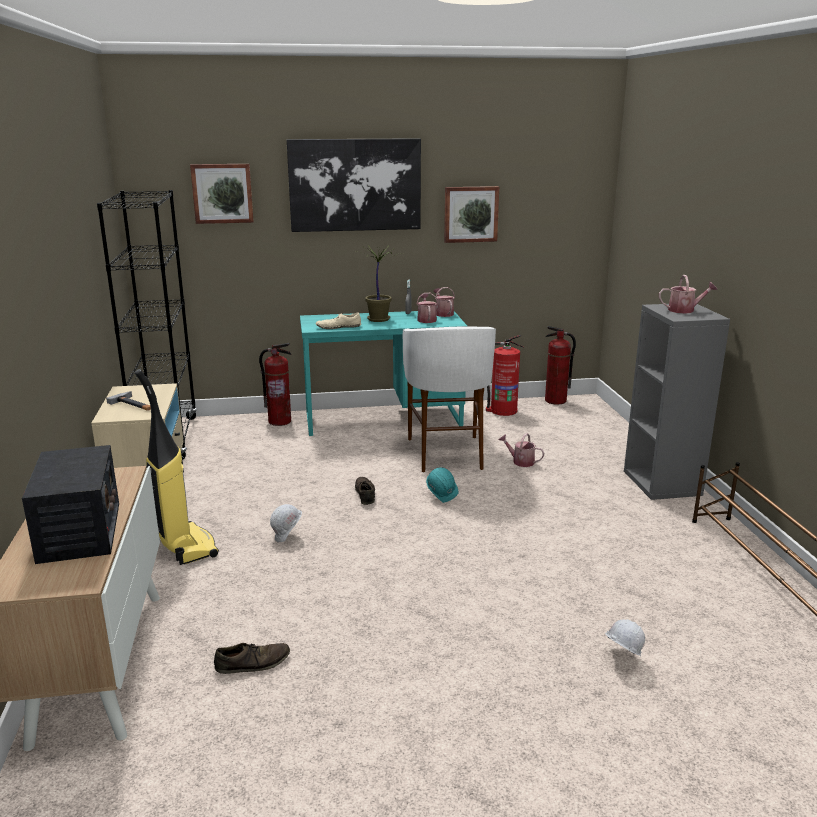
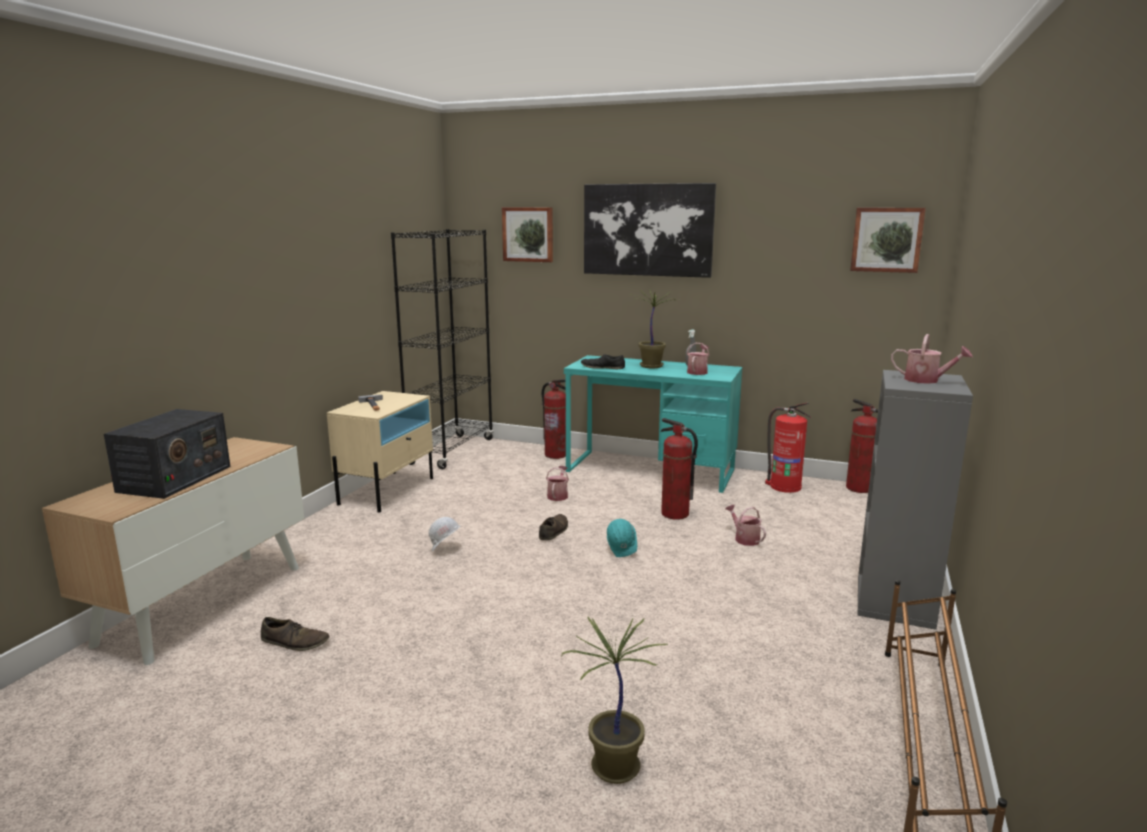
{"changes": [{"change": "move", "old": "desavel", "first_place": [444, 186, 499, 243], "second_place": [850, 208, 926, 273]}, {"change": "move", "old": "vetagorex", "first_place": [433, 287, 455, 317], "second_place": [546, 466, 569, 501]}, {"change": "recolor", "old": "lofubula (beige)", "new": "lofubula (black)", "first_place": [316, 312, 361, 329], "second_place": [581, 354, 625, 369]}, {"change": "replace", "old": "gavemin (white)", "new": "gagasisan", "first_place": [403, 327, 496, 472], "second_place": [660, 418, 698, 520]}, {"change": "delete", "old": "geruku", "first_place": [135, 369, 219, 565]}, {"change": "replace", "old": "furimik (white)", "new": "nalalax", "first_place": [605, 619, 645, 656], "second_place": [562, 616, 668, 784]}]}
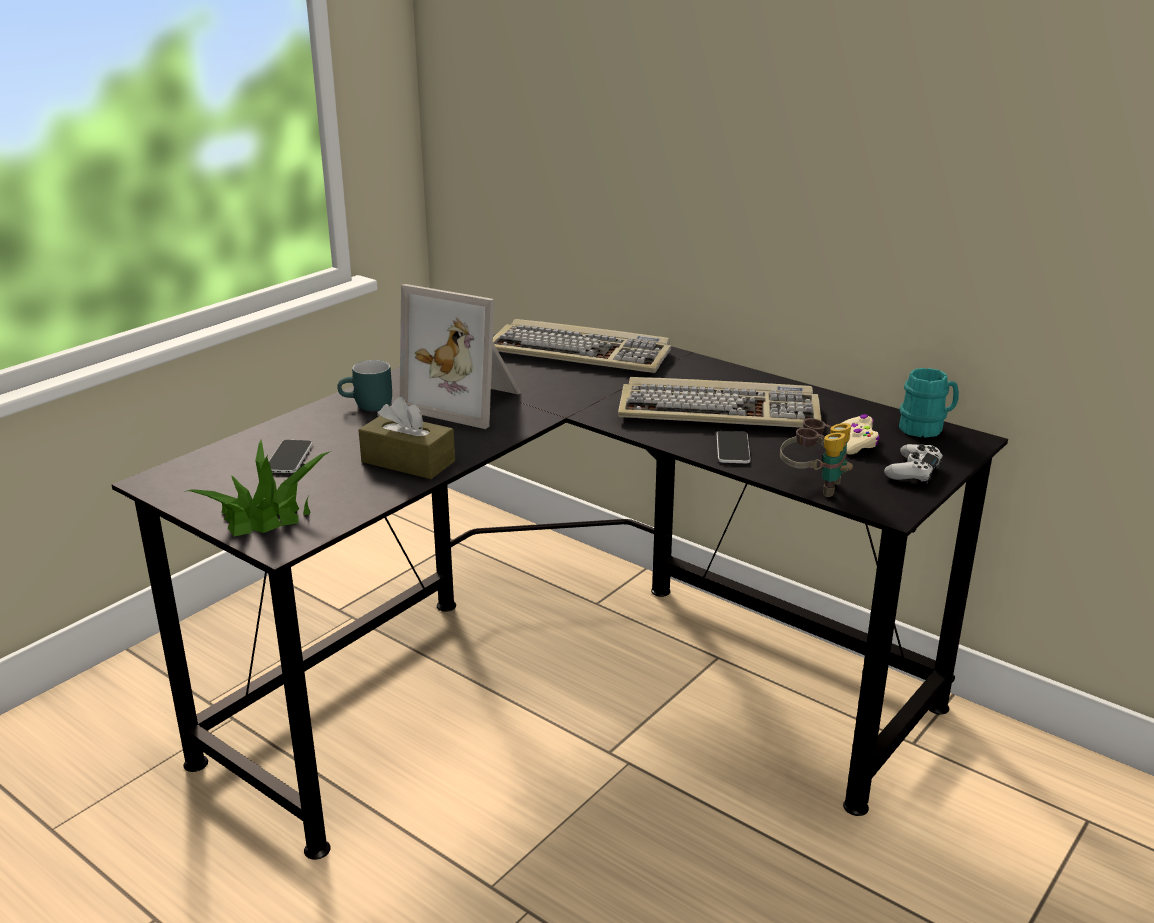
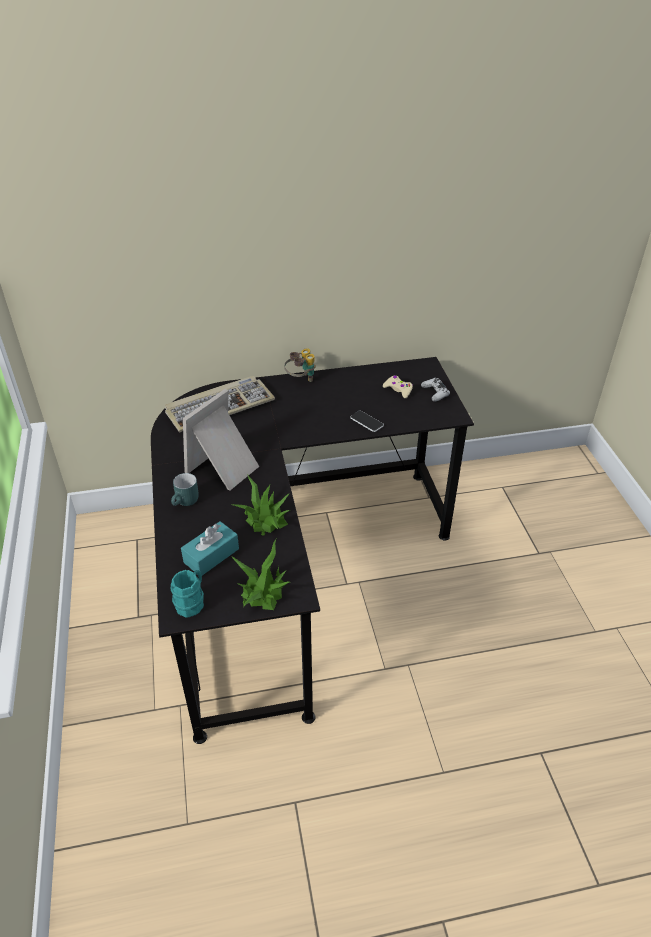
{"changes": [{"change": "rotate", "old": "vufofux", "first_place": [400, 284, 521, 429], "second_place": [183, 389, 259, 491], "degrees": 150}, {"change": "move", "old": "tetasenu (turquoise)", "first_place": [899, 368, 959, 438], "second_place": [171, 570, 204, 618]}, {"change": "delete", "old": "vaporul", "first_place": [618, 377, 821, 428]}, {"change": "replace", "old": "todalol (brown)", "new": "nalalax", "first_place": [358, 397, 455, 479], "second_place": [232, 474, 290, 536]}, {"change": "move", "old": "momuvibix", "first_place": [780, 418, 853, 497], "second_place": [284, 348, 316, 382]}, {"change": "replace", "old": "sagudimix", "new": "todalol (turquoise)", "first_place": [269, 440, 313, 473], "second_place": [181, 521, 239, 575]}]}
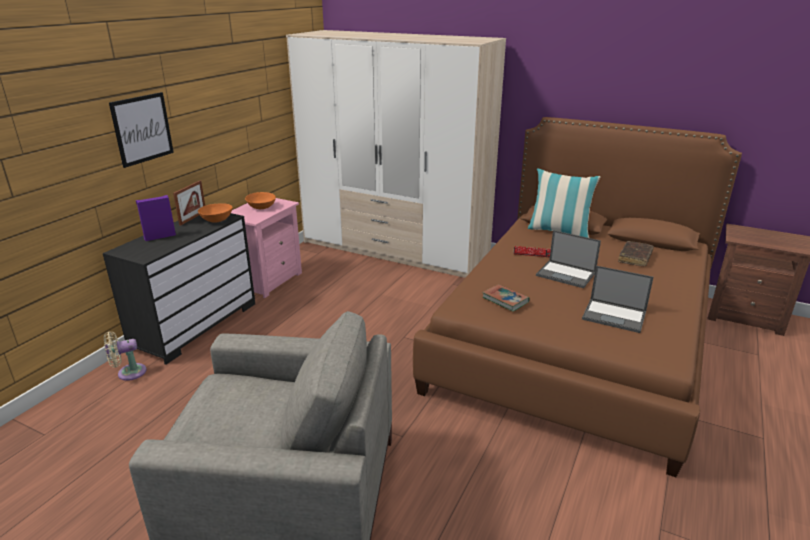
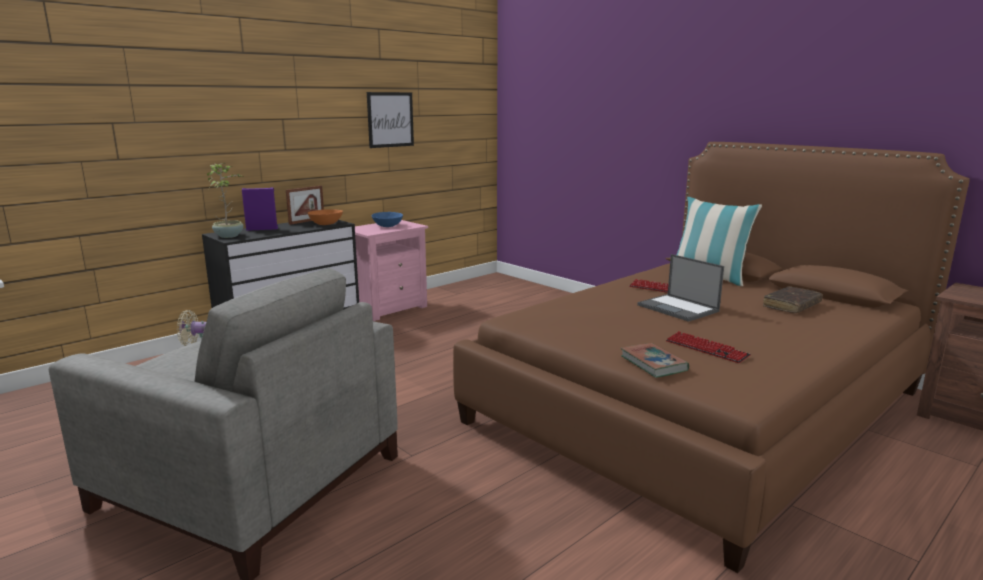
{"changes": [{"change": "delete", "old": "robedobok", "first_place": [286, 30, 506, 278]}, {"change": "move", "old": "desavel", "first_place": [109, 92, 174, 168], "second_place": [367, 92, 414, 148]}, {"change": "recolor", "old": "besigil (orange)", "new": "besigil (blue)", "first_place": [245, 192, 276, 209], "second_place": [371, 212, 403, 227]}, {"change": "replace", "old": "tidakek", "new": "vaporul", "first_place": [582, 266, 654, 333], "second_place": [666, 331, 751, 363]}, {"change": "move", "old": "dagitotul", "first_place": [483, 284, 530, 312], "second_place": [621, 343, 689, 378]}, {"change": "insert", "new": "nalalax", "second_place": [207, 163, 243, 238]}]}
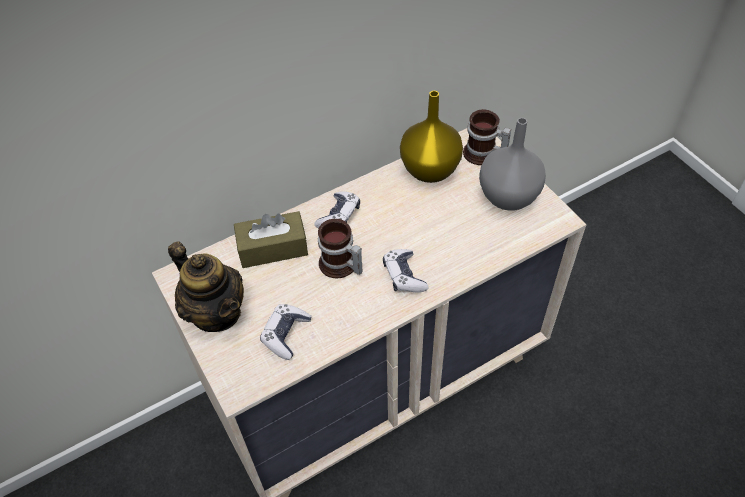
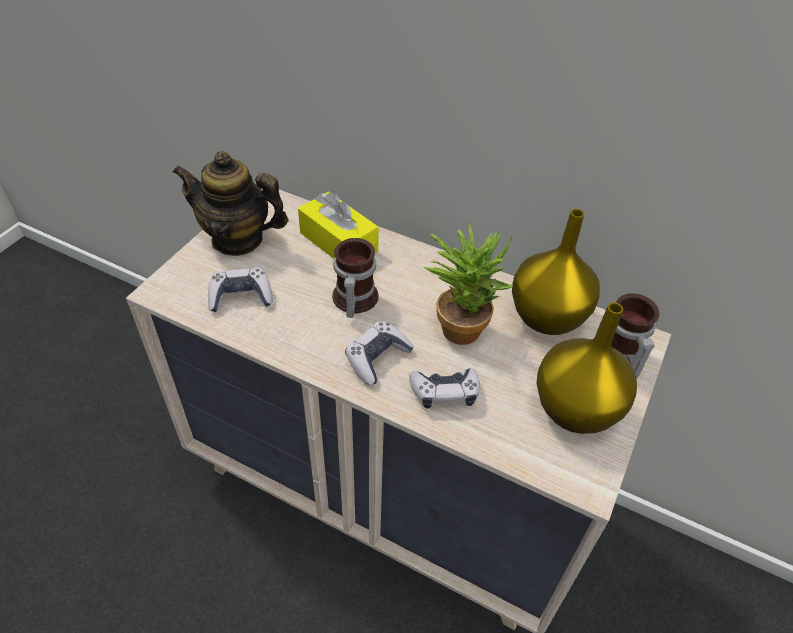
{"changes": [{"change": "recolor", "old": "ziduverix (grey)", "new": "ziduverix (yellow)", "first_place": [479, 118, 546, 211], "second_place": [536, 302, 637, 434]}, {"change": "move", "old": "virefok", "first_place": [314, 192, 360, 228], "second_place": [409, 368, 480, 409]}, {"change": "recolor", "old": "todalol (brown)", "new": "todalol (yellow)", "first_place": [234, 211, 308, 268], "second_place": [298, 191, 379, 259]}, {"change": "rotate", "old": "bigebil", "first_place": [168, 241, 244, 332], "second_place": [173, 151, 289, 256], "degrees": 90}, {"change": "insert", "new": "nalalax", "second_place": [423, 221, 513, 345]}]}
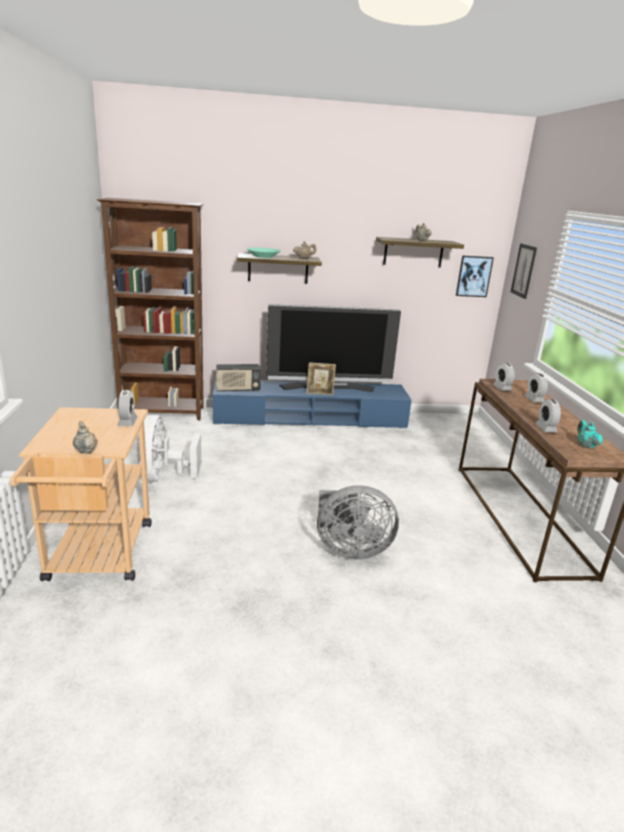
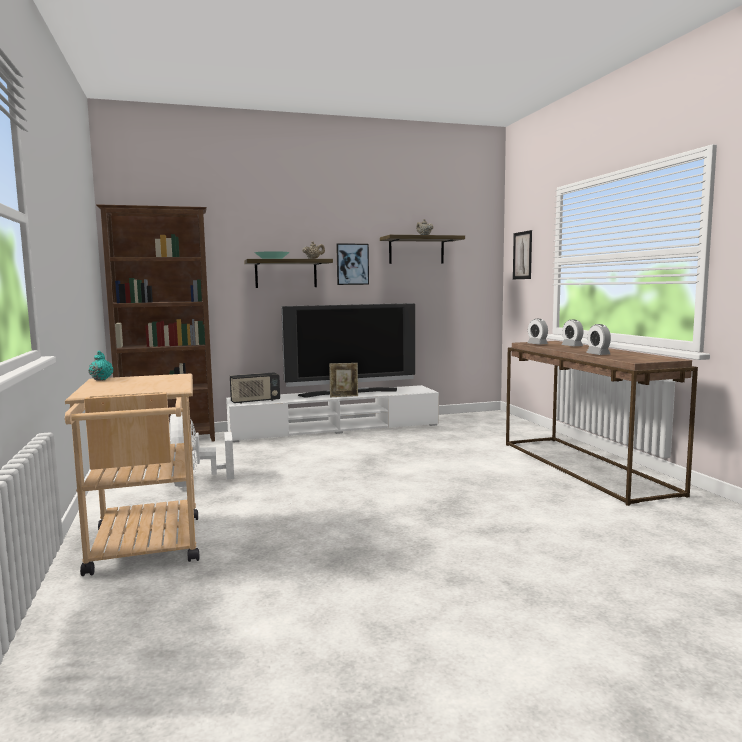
{"changes": [{"change": "move", "old": "desavel", "first_place": [456, 256, 494, 297], "second_place": [336, 244, 369, 285]}, {"change": "recolor", "old": "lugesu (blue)", "new": "lugesu (white)", "first_place": [213, 380, 412, 429], "second_place": [226, 385, 439, 443]}, {"change": "delete", "old": "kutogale", "first_place": [117, 390, 137, 426]}, {"change": "move", "old": "bigebil (turquoise)", "first_place": [577, 420, 603, 448], "second_place": [89, 351, 113, 381]}, {"change": "delete", "old": "bigebil (beige)", "first_place": [73, 421, 98, 454]}, {"change": "delete", "old": "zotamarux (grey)", "first_place": [317, 485, 399, 560]}]}
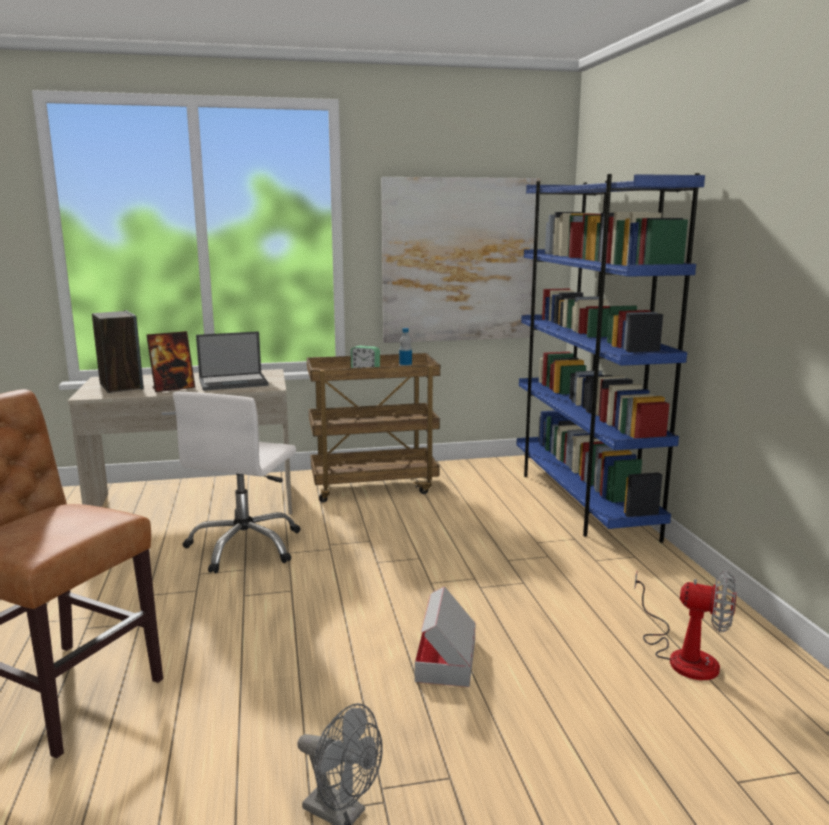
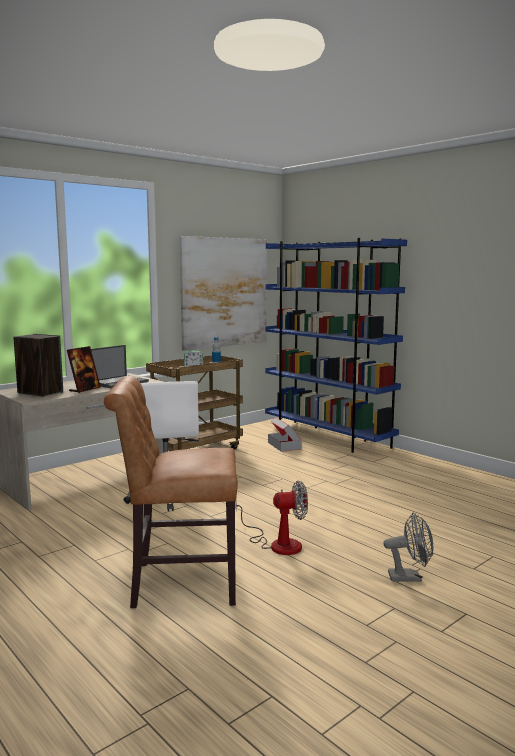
{"changes": [{"change": "move", "old": "zotamarux", "first_place": [634, 570, 736, 680], "second_place": [236, 480, 308, 555]}, {"change": "move", "old": "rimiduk", "first_place": [415, 586, 476, 687], "second_place": [268, 417, 302, 452]}]}
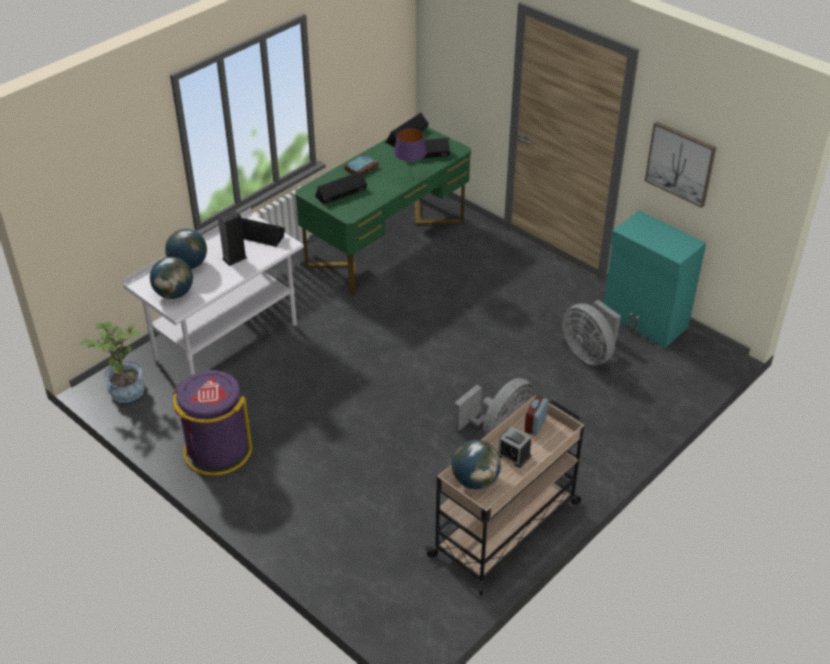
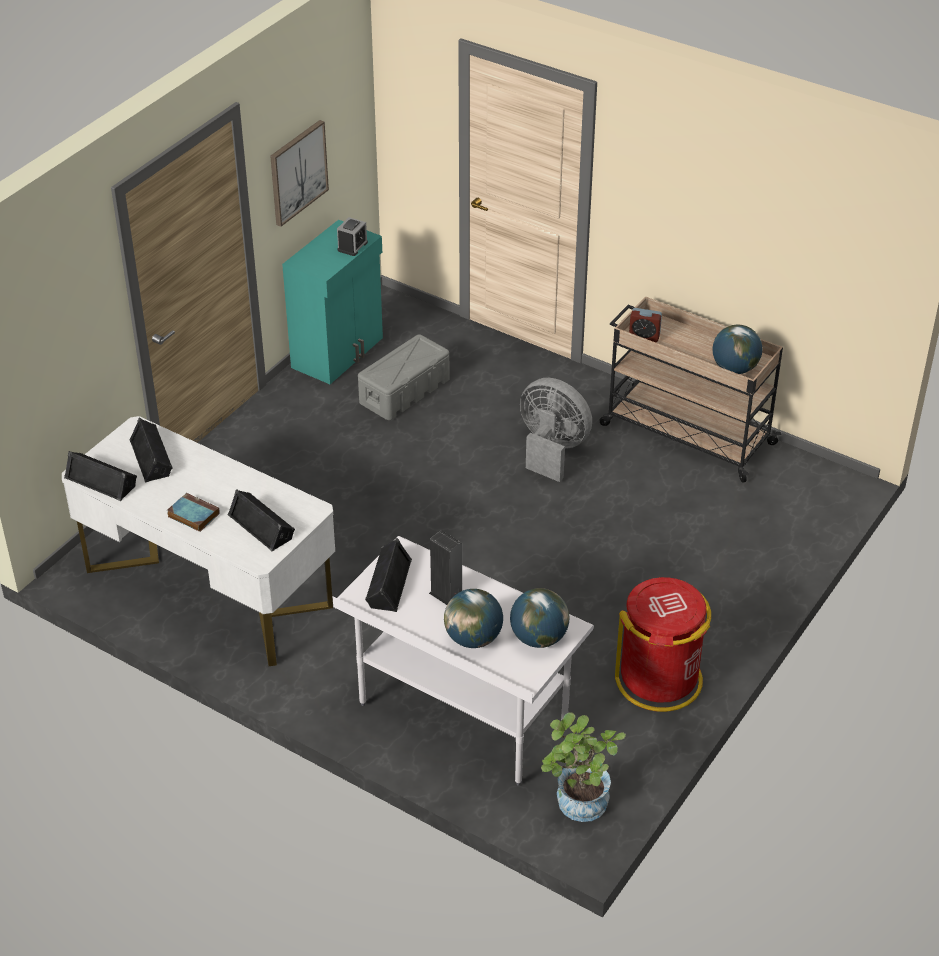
{"changes": [{"change": "recolor", "old": "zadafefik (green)", "new": "zadafefik (white)", "first_place": [295, 127, 471, 295], "second_place": [62, 416, 335, 666]}, {"change": "delete", "old": "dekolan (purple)", "first_place": [394, 128, 427, 177]}, {"change": "replace", "old": "zotamarux (grey)", "new": "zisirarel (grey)", "first_place": [562, 300, 621, 365], "second_place": [358, 335, 450, 420]}, {"change": "recolor", "old": "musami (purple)", "new": "musami (red)", "first_place": [173, 370, 252, 476], "second_place": [615, 577, 711, 712]}, {"change": "move", "old": "kutogale", "first_place": [498, 426, 531, 468], "second_place": [337, 217, 368, 256]}]}
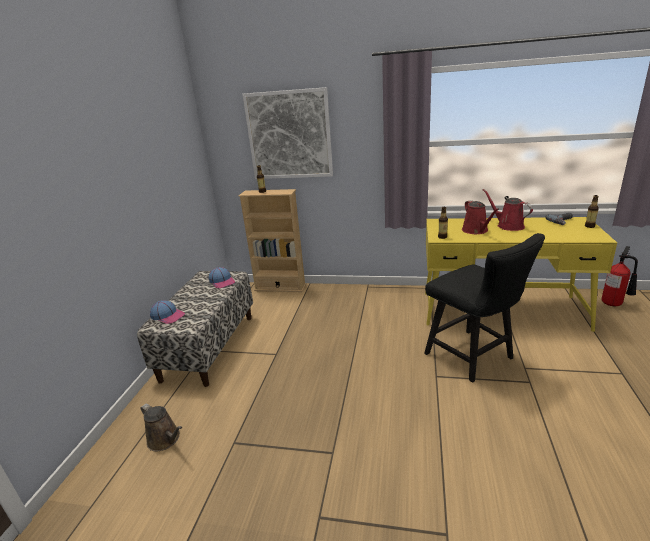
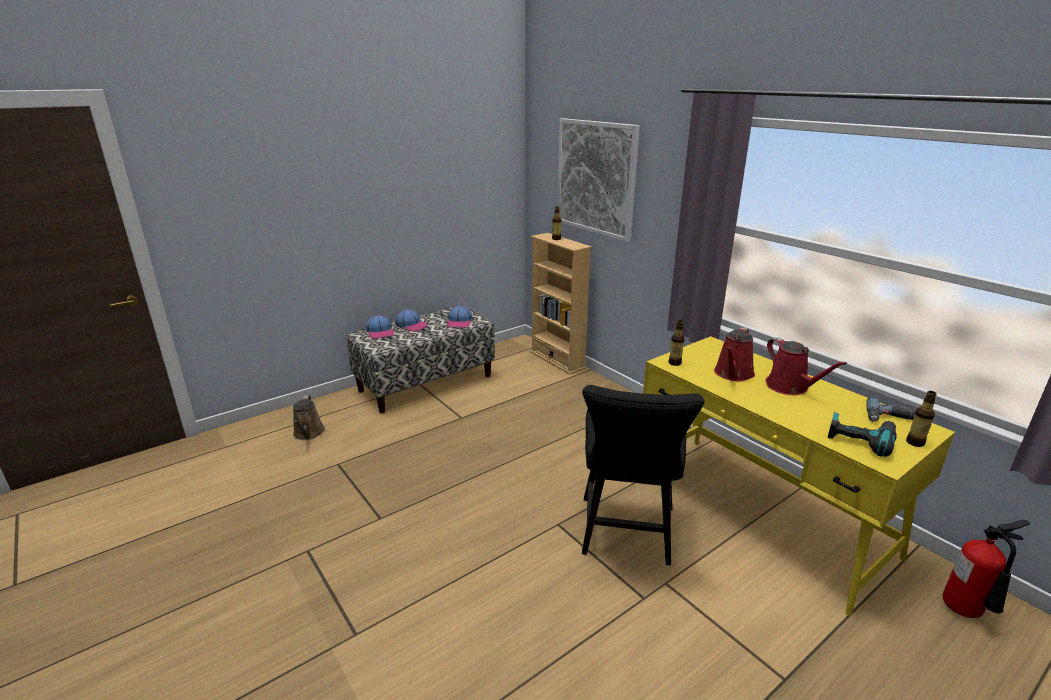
{"changes": [{"change": "rotate", "old": "vetagorex (red)", "first_place": [483, 189, 533, 231], "second_place": [765, 337, 847, 395], "degrees": 150}, {"change": "insert", "new": "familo", "second_place": [395, 309, 428, 331]}, {"change": "insert", "new": "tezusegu", "second_place": [827, 412, 897, 457]}]}
